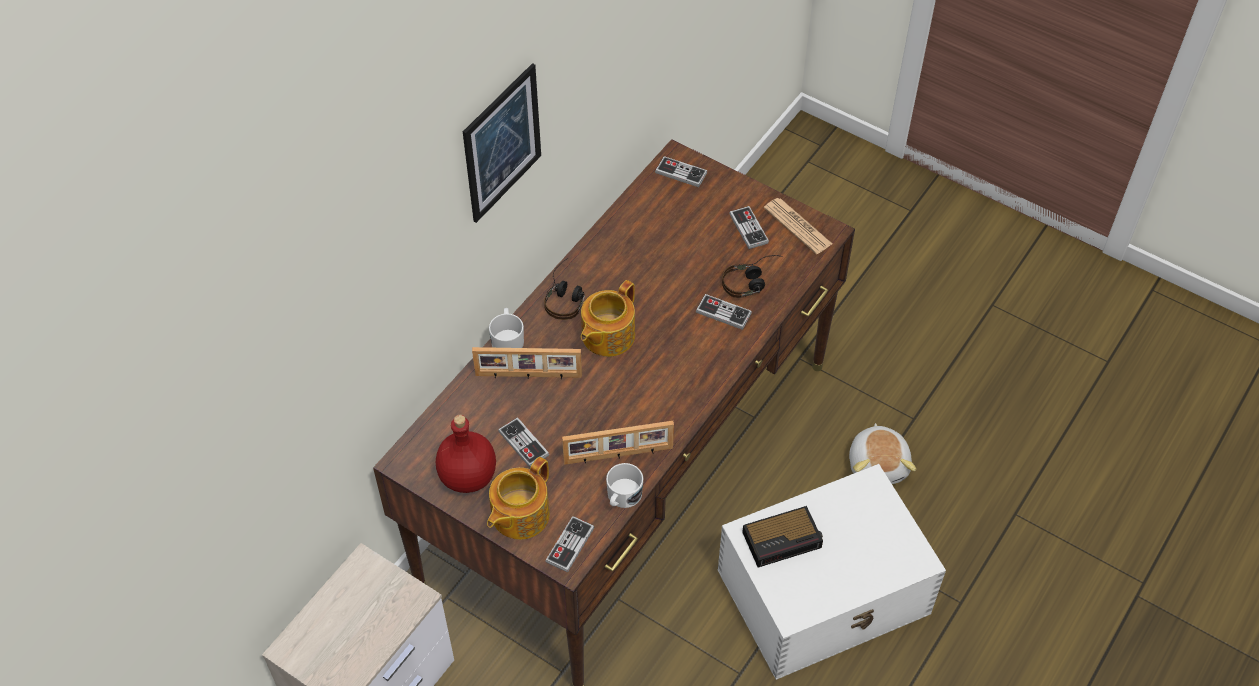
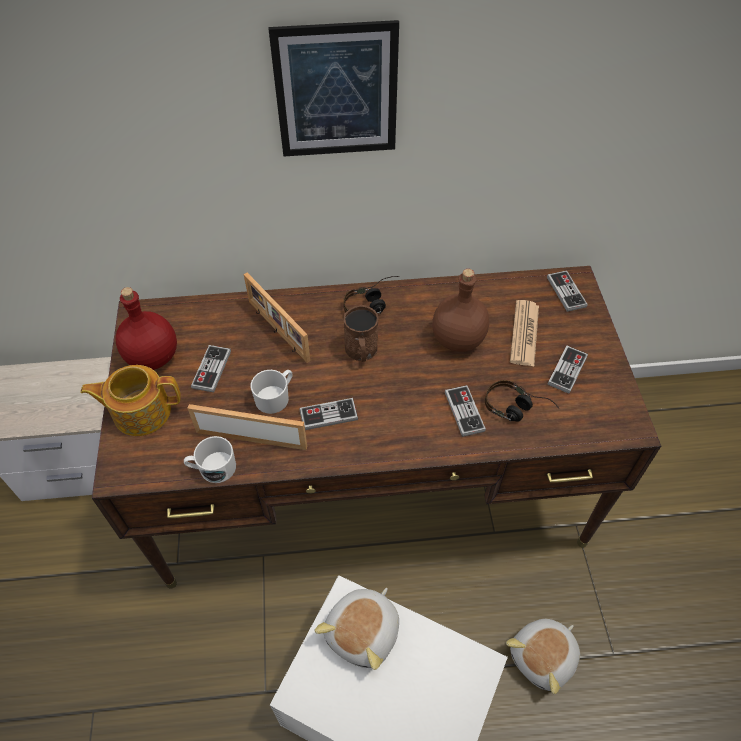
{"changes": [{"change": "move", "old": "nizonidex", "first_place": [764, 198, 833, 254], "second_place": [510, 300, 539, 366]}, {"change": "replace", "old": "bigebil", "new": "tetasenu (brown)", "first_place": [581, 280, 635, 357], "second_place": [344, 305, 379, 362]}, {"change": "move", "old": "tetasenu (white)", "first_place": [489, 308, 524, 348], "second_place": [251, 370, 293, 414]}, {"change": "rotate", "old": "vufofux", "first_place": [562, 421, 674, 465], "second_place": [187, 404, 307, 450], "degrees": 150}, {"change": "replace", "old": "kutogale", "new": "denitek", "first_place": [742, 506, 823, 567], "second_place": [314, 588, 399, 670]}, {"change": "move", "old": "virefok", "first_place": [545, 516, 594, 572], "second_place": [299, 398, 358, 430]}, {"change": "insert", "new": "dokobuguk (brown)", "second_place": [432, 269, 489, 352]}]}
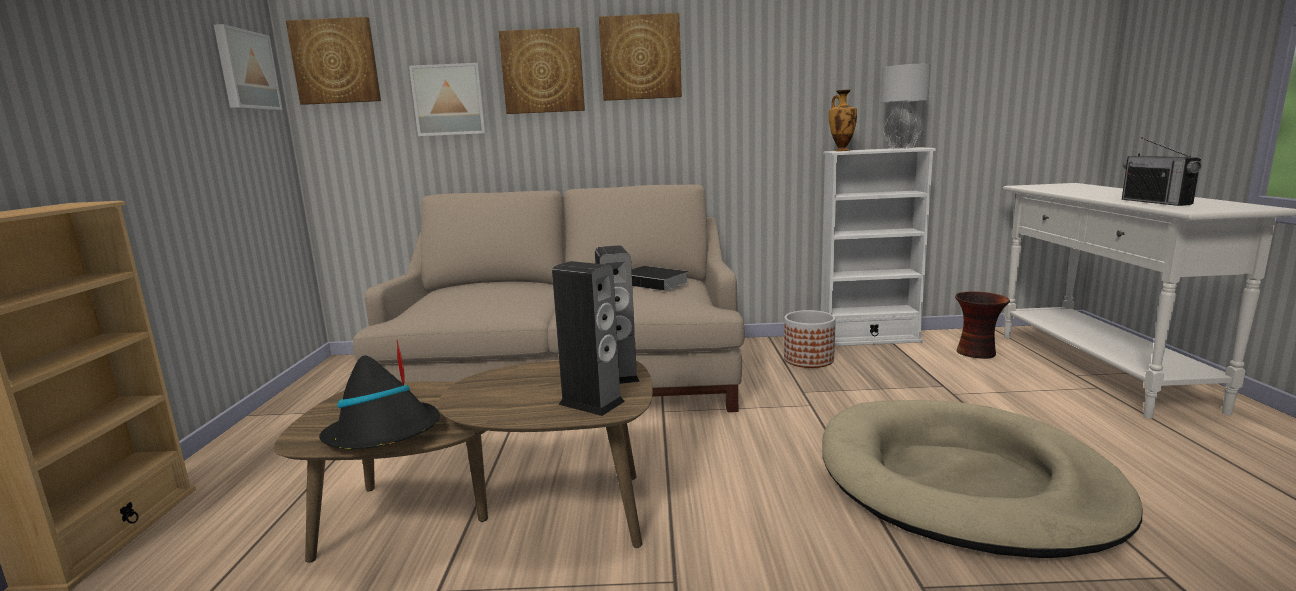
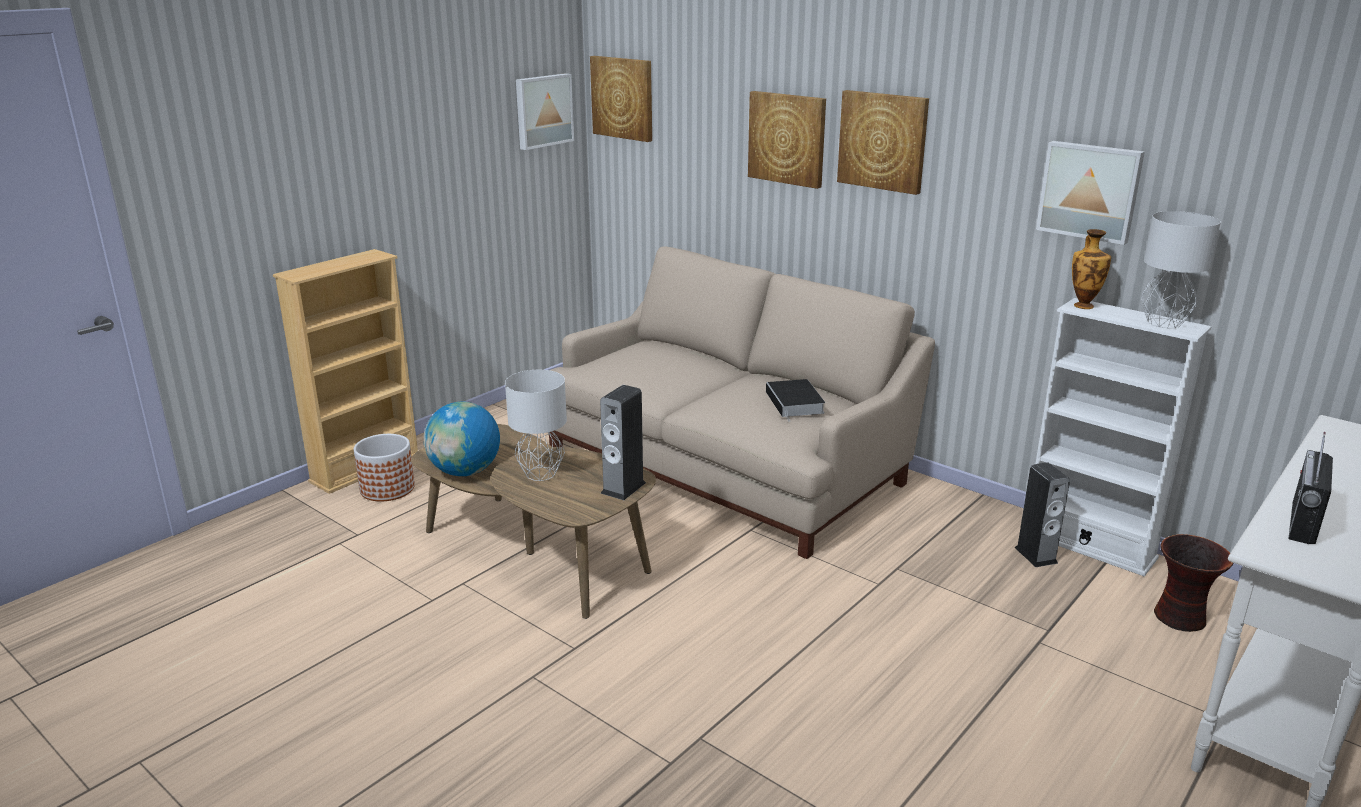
{"changes": [{"change": "move", "old": "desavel", "first_place": [409, 63, 487, 136], "second_place": [1036, 141, 1145, 245]}, {"change": "move", "old": "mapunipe", "first_place": [552, 261, 625, 416], "second_place": [1014, 462, 1070, 567]}, {"change": "move", "old": "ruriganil", "first_place": [784, 310, 835, 368], "second_place": [354, 434, 415, 501]}, {"change": "replace", "old": "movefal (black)", "new": "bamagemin", "first_place": [319, 339, 440, 449], "second_place": [424, 402, 500, 476]}, {"change": "delete", "old": "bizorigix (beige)", "first_place": [822, 400, 1142, 558]}, {"change": "insert", "new": "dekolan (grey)", "second_place": [505, 370, 567, 481]}]}
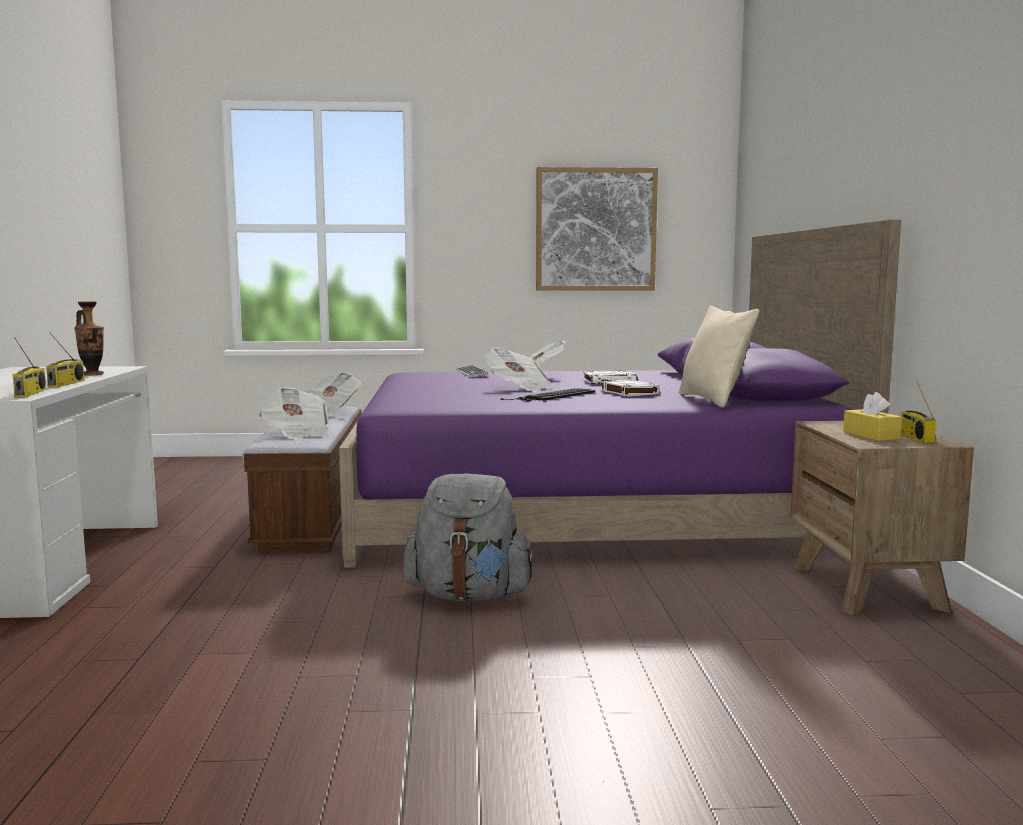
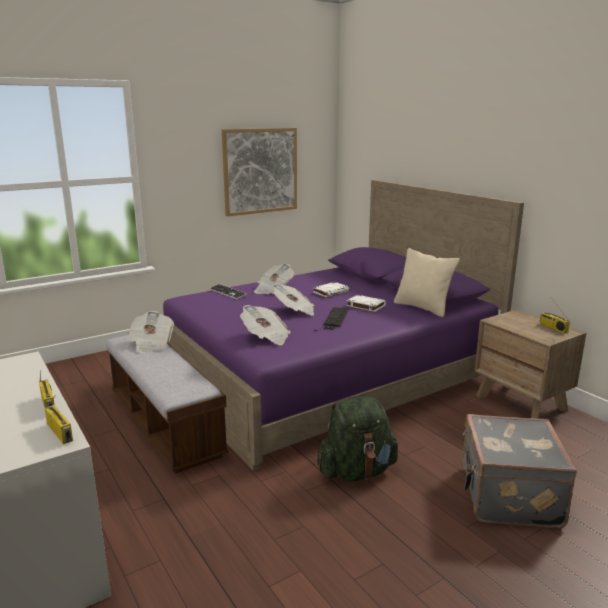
{"changes": [{"change": "delete", "old": "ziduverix", "first_place": [74, 302, 104, 376]}, {"change": "move", "old": "nizonidex", "first_place": [259, 387, 329, 439], "second_place": [240, 305, 290, 345]}, {"change": "delete", "old": "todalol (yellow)", "first_place": [843, 392, 902, 441]}, {"change": "recolor", "old": "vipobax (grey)", "new": "vipobax (green)", "first_place": [404, 473, 536, 602], "second_place": [317, 397, 398, 482]}, {"change": "insert", "new": "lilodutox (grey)", "second_place": [462, 414, 577, 528]}]}
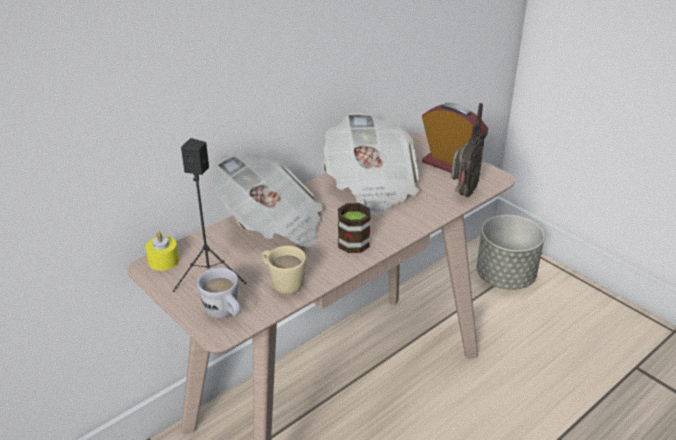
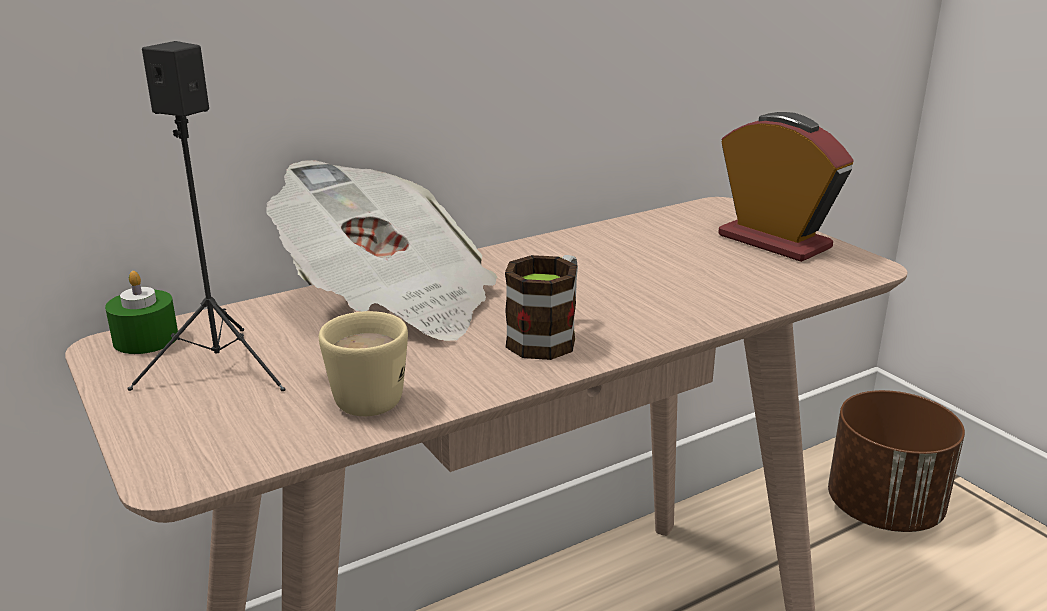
{"changes": [{"change": "delete", "old": "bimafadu", "first_place": [451, 103, 484, 197]}, {"change": "delete", "old": "nizonidex", "first_place": [323, 112, 419, 216]}, {"change": "recolor", "old": "ruriganil (grey)", "new": "ruriganil (brown)", "first_place": [476, 215, 544, 290], "second_place": [828, 390, 965, 532]}, {"change": "recolor", "old": "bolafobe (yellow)", "new": "bolafobe (green)", "first_place": [145, 232, 179, 271], "second_place": [105, 271, 178, 354]}, {"change": "delete", "old": "tetasenu (white)", "first_place": [197, 268, 241, 318]}]}
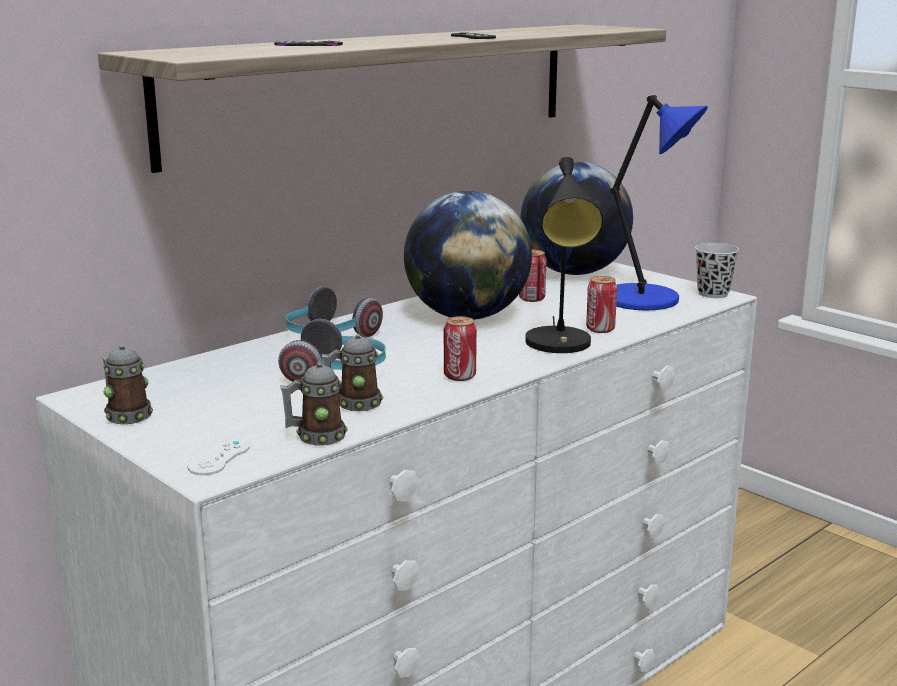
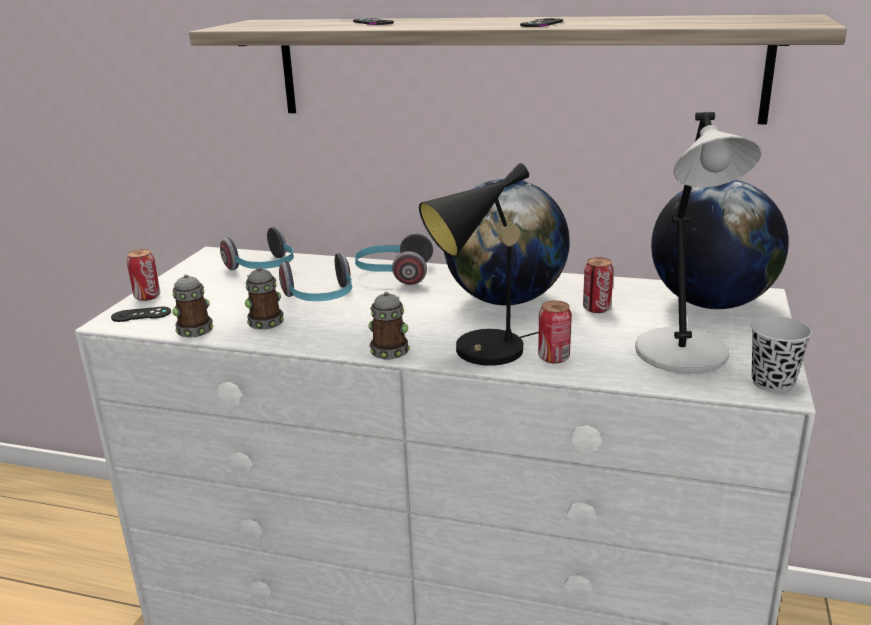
{"changes": [{"change": "recolor", "old": "dekolan (blue)", "new": "dekolan (grey)", "first_place": [610, 95, 708, 310], "second_place": [635, 112, 762, 373]}, {"change": "move", "old": "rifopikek", "first_place": [443, 316, 477, 381], "second_place": [127, 249, 160, 301]}, {"change": "move", "old": "tetasenu", "first_place": [102, 345, 153, 424], "second_place": [368, 292, 410, 359]}, {"change": "recolor", "old": "virefok (white)", "new": "virefok (black)", "first_place": [188, 439, 250, 475], "second_place": [111, 307, 171, 322]}, {"change": "insert", "new": "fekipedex", "second_place": [220, 227, 294, 270]}]}
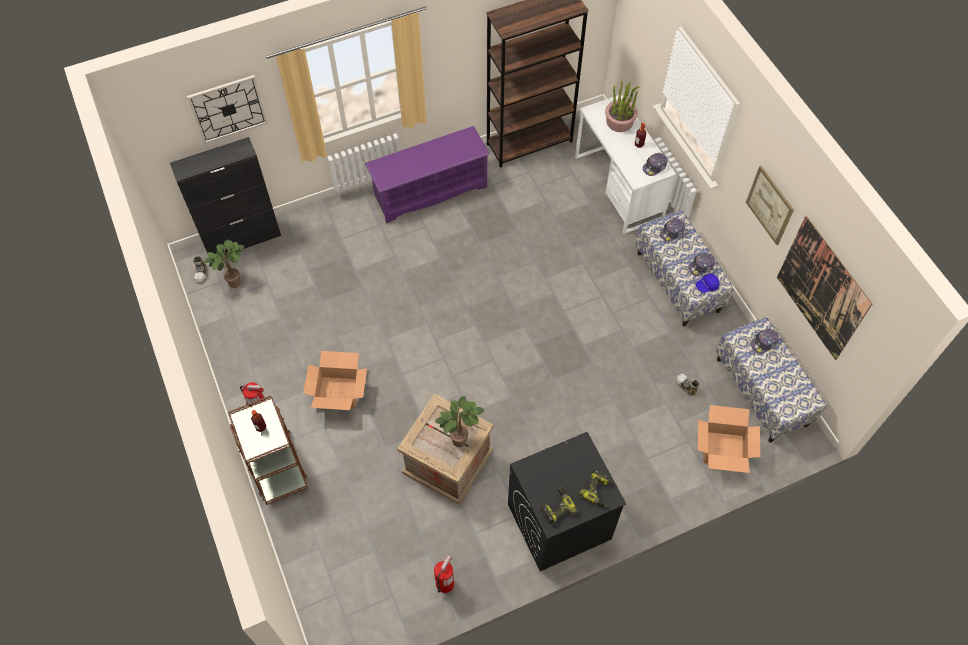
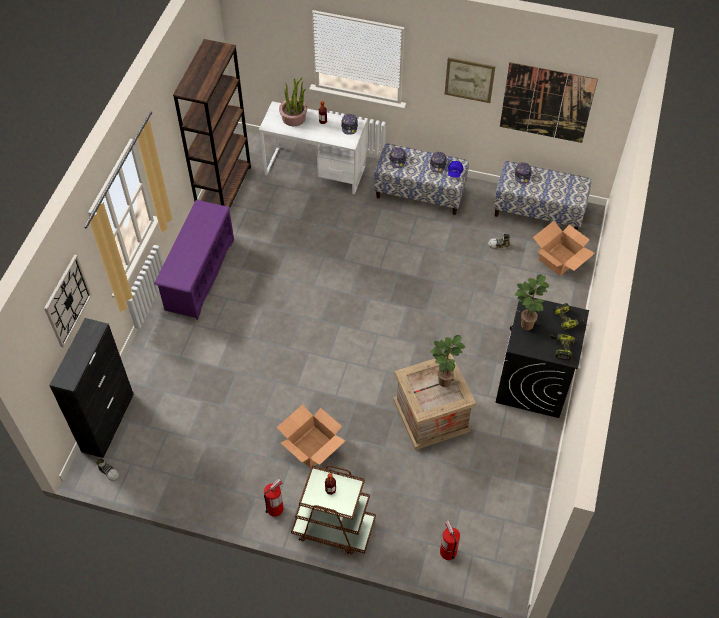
{"changes": [{"change": "move", "old": "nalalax", "first_place": [204, 239, 245, 288], "second_place": [515, 274, 549, 330]}, {"change": "move", "old": "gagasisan", "first_place": [434, 555, 454, 593], "second_place": [440, 521, 460, 560]}]}
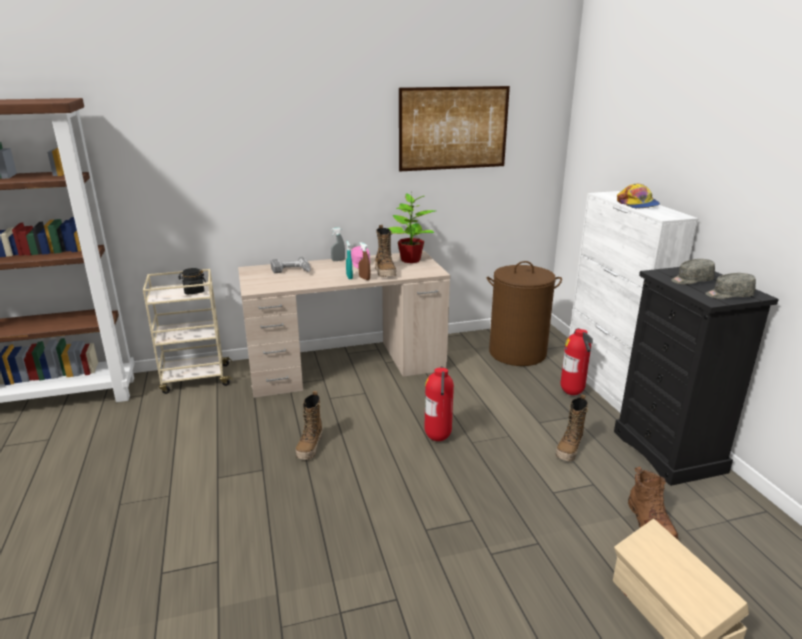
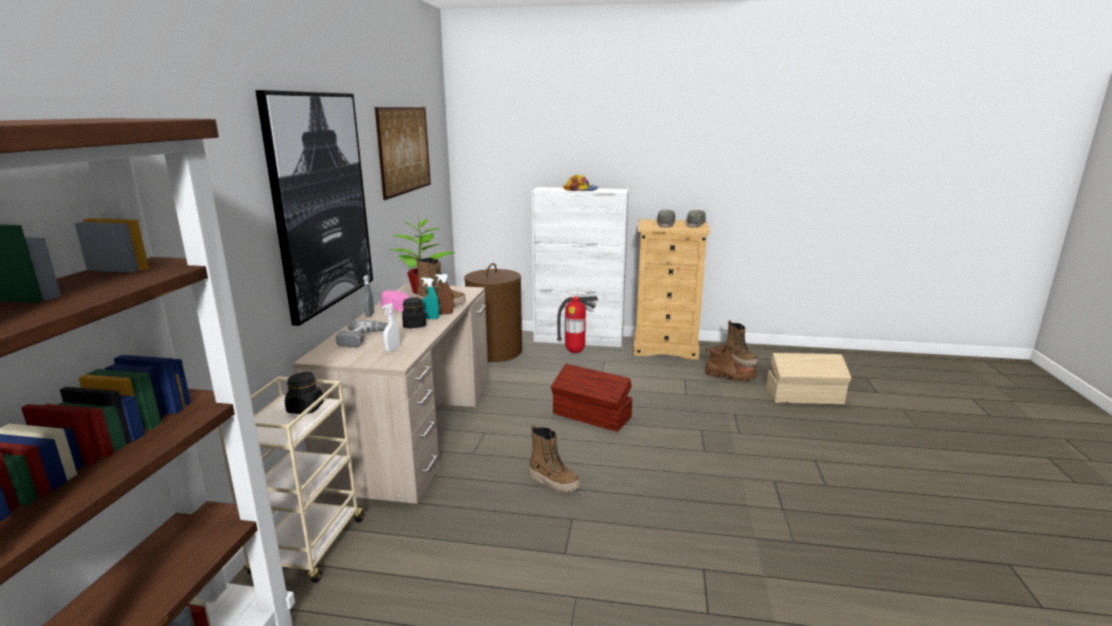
{"changes": [{"change": "recolor", "old": "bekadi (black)", "new": "bekadi (beige)", "first_place": [614, 267, 779, 486], "second_place": [633, 219, 710, 360]}, {"change": "replace", "old": "gagasisan", "new": "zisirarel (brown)", "first_place": [425, 366, 454, 441], "second_place": [551, 364, 632, 432]}, {"change": "move", "old": "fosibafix", "first_place": [556, 394, 588, 461], "second_place": [725, 320, 758, 366]}, {"change": "insert", "new": "desavel", "second_place": [255, 90, 373, 326]}, {"change": "insert", "new": "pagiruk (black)", "second_place": [402, 297, 426, 328]}, {"change": "insert", "new": "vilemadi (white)", "second_place": [382, 303, 400, 352]}]}
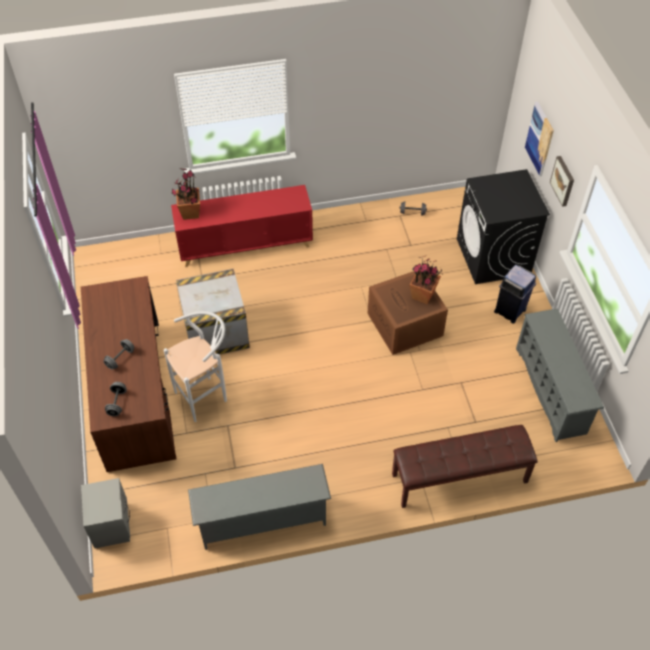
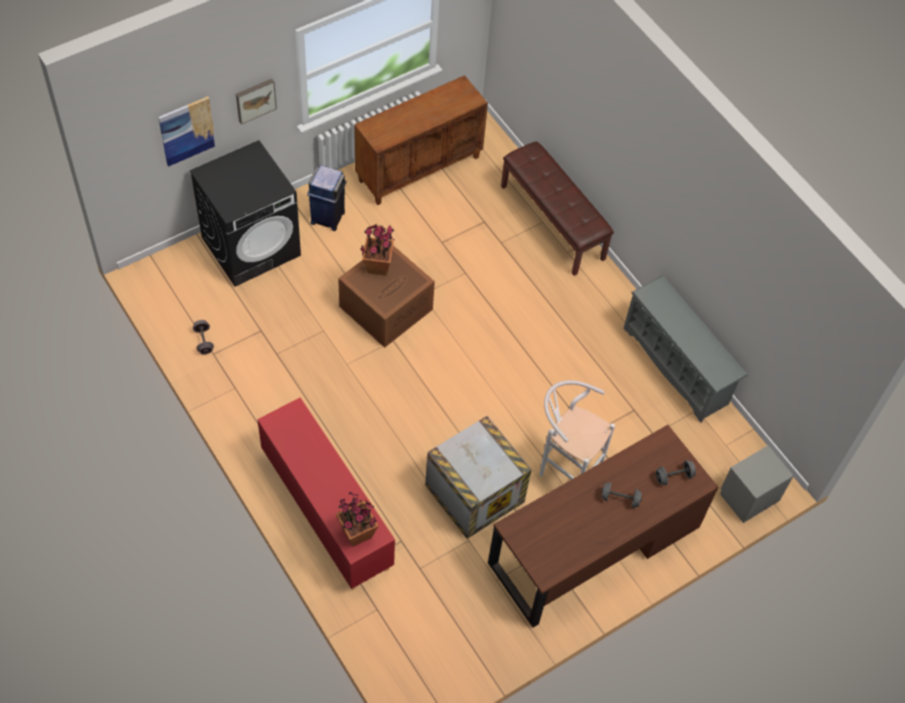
{"changes": [{"change": "replace", "old": "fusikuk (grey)", "new": "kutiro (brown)", "first_place": [516, 309, 604, 442], "second_place": [354, 75, 488, 205]}]}
